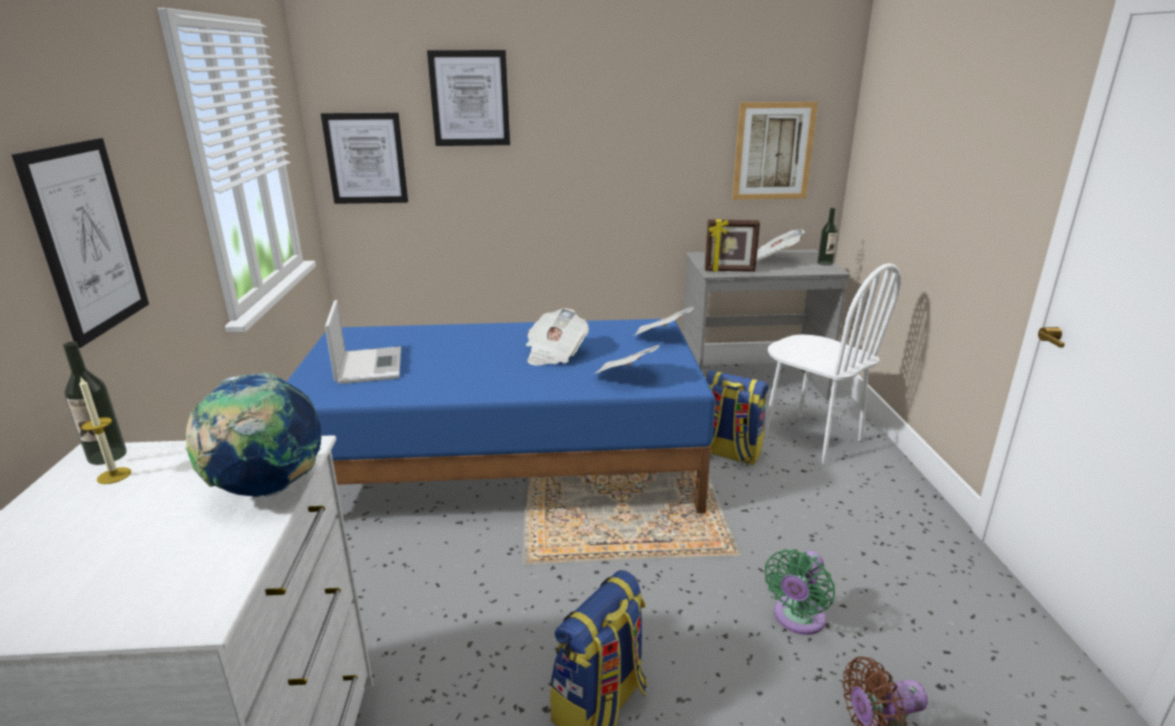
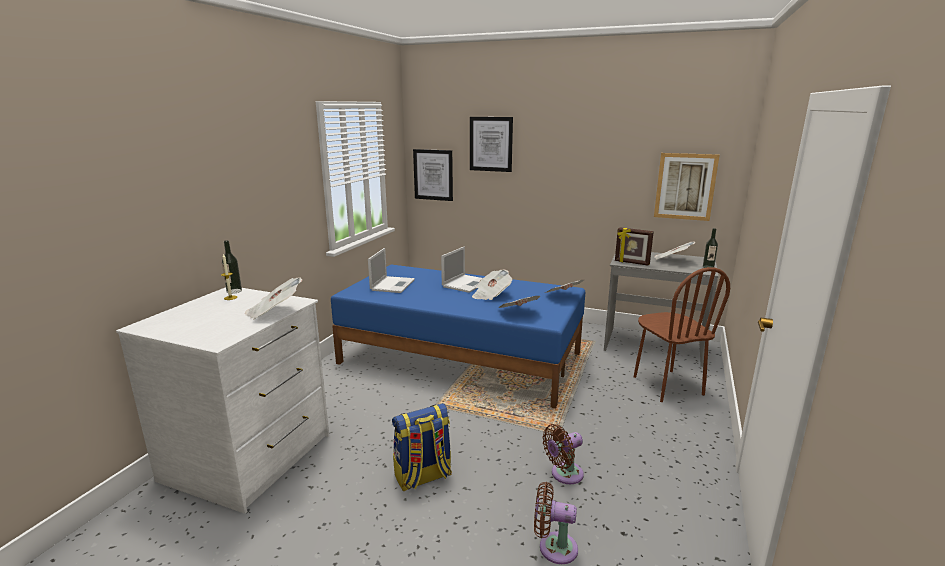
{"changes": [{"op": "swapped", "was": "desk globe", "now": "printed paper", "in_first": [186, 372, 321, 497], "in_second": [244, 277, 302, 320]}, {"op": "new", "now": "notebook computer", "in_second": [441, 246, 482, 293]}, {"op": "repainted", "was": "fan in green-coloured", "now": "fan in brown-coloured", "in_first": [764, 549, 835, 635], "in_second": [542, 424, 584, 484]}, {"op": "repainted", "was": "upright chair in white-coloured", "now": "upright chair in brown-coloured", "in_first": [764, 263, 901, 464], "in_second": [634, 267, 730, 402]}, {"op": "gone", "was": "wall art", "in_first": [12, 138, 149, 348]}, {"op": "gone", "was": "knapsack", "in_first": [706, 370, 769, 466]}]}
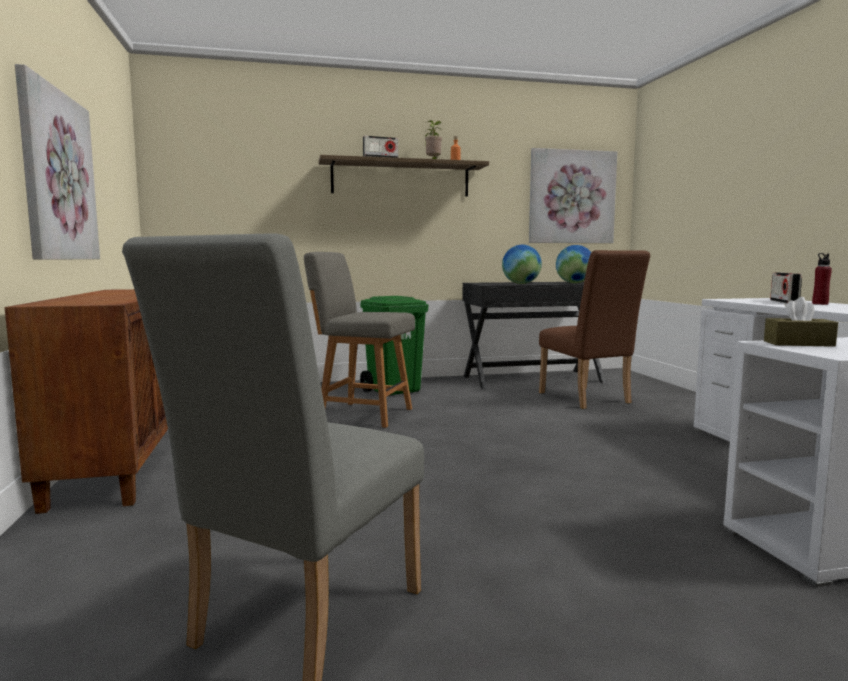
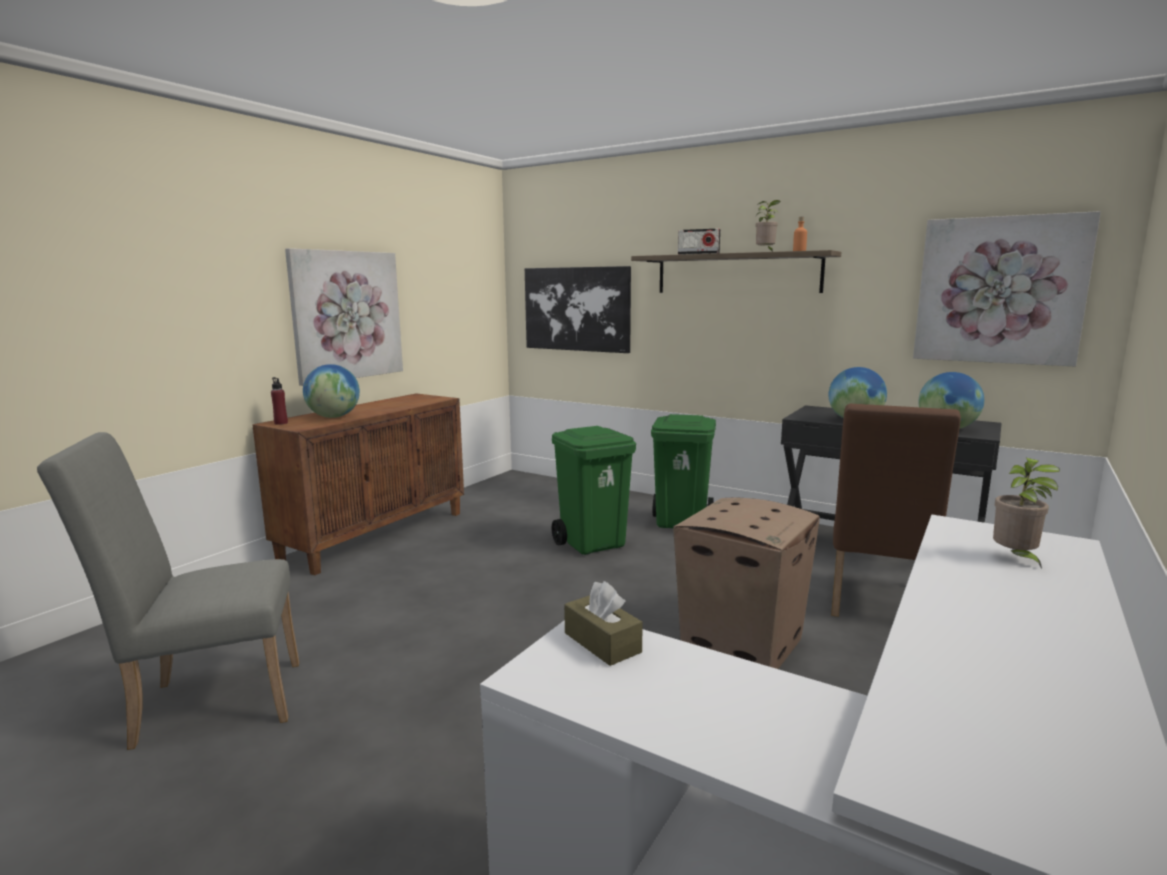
{"changes": [{"op": "shifted", "was": "bottle in reddish", "in_first": [812, 253, 832, 305], "in_second": [271, 377, 288, 425]}, {"op": "new", "now": "desk globe", "in_second": [303, 364, 360, 418]}, {"op": "new", "now": "wall art", "in_second": [525, 266, 631, 353]}, {"op": "swapped", "was": "upright chair in gray", "now": "trash can in green-coloured", "in_first": [304, 252, 415, 428], "in_second": [552, 426, 636, 555]}, {"op": "new", "now": "carton", "in_second": [673, 498, 820, 669]}, {"op": "swapped", "was": "radio set", "now": "potted plant", "in_first": [770, 272, 802, 303], "in_second": [993, 458, 1060, 569]}]}
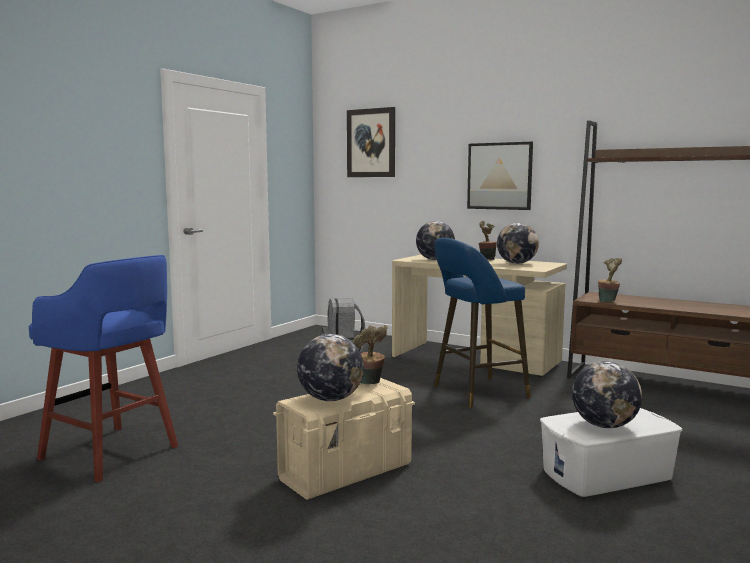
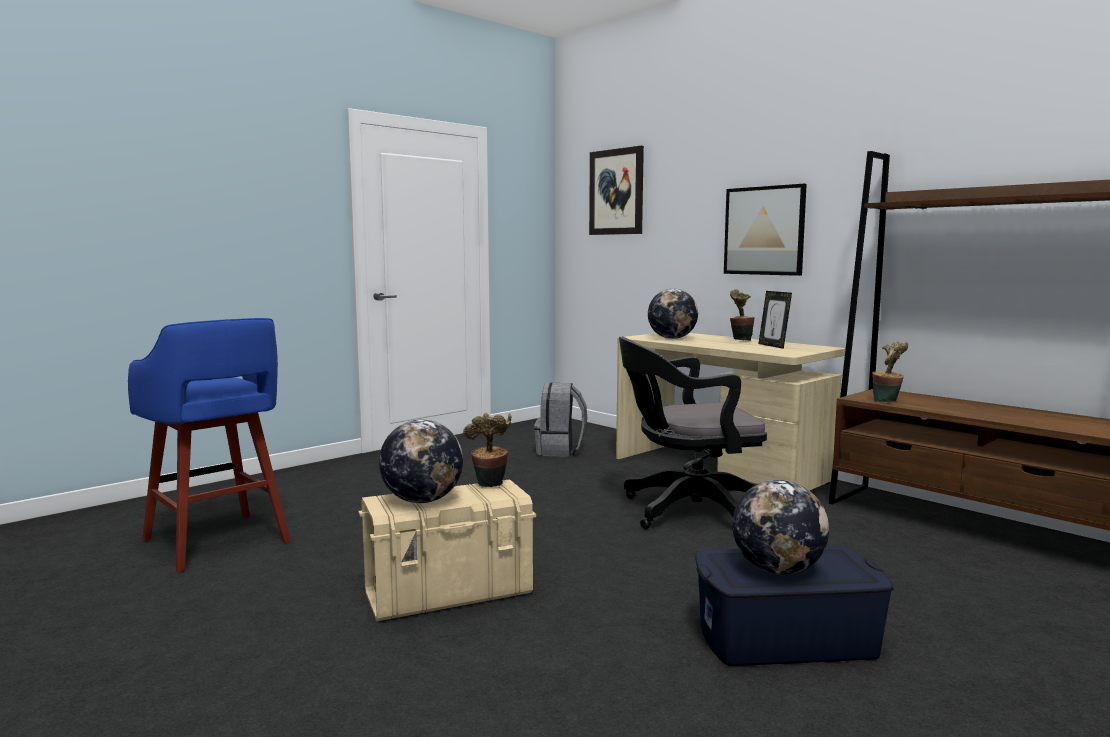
{"changes": [{"op": "swapped", "was": "stool in bluish", "now": "office chair in blackish", "in_first": [434, 238, 531, 408], "in_second": [619, 337, 767, 529]}, {"op": "repainted", "was": "storage box in white-coloured", "now": "storage box in bluish", "in_first": [540, 408, 682, 497], "in_second": [695, 546, 894, 666]}, {"op": "swapped", "was": "desk globe", "now": "photo frame", "in_first": [497, 223, 539, 264], "in_second": [759, 291, 792, 349]}]}
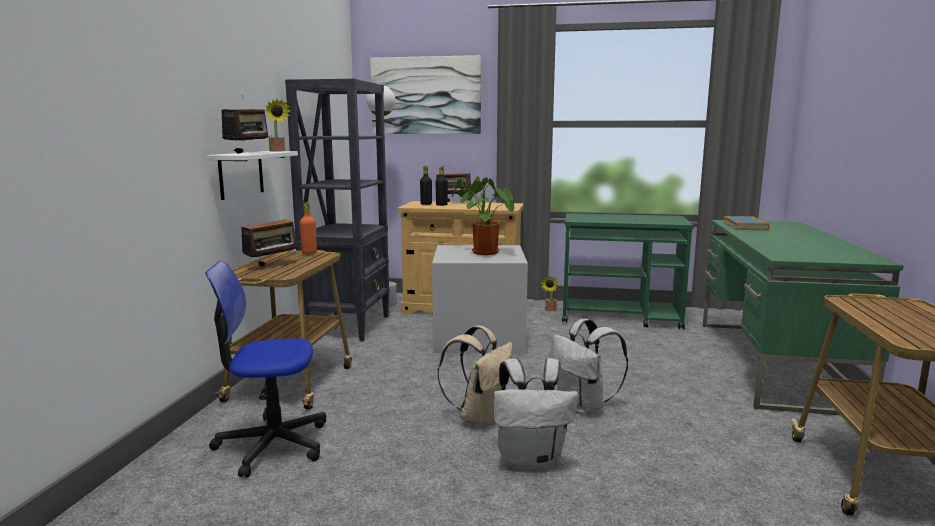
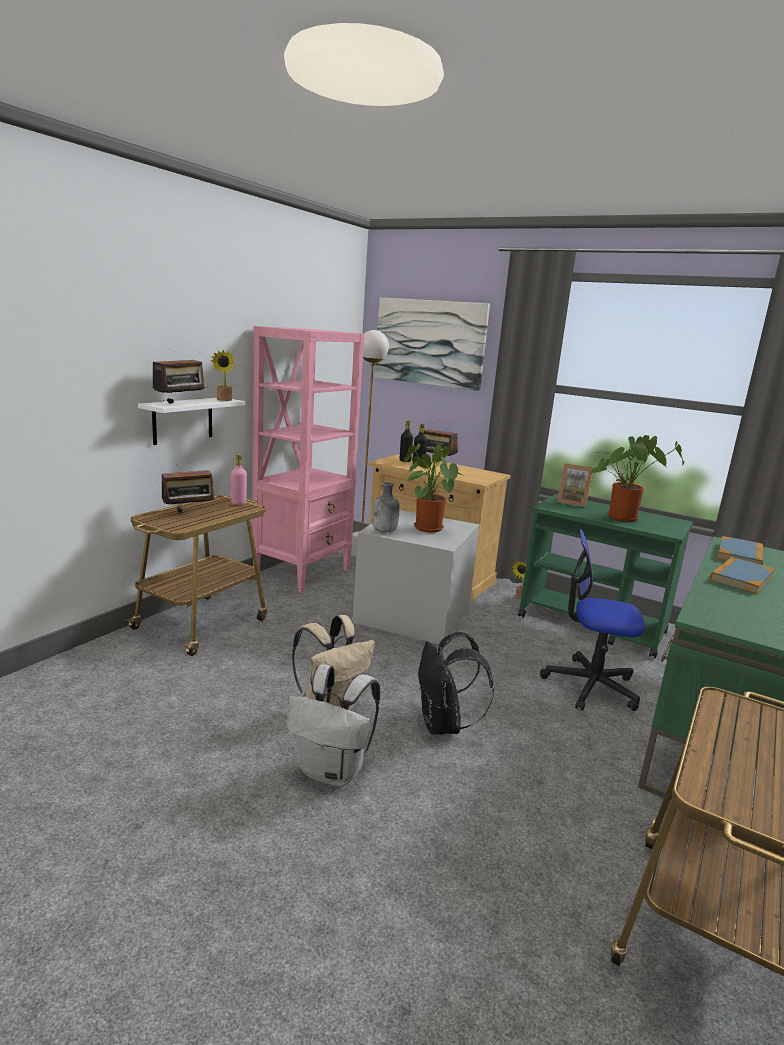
{"changes": [{"op": "repainted", "was": "bottle in orange", "now": "bottle in pink", "in_first": [300, 203, 317, 254], "in_second": [231, 454, 247, 505]}, {"op": "repainted", "was": "bookshelf in blackish", "now": "bookshelf in pink", "in_first": [285, 79, 390, 341], "in_second": [252, 326, 365, 593]}, {"op": "new", "now": "bottle in gray", "in_second": [373, 482, 400, 533]}, {"op": "repainted", "was": "knapsack in white-coloured", "now": "knapsack in blackish", "in_first": [550, 319, 628, 414], "in_second": [418, 632, 494, 735]}, {"op": "shifted", "was": "office chair", "in_first": [205, 261, 326, 478], "in_second": [540, 529, 645, 711]}, {"op": "new", "now": "photo frame", "in_second": [557, 463, 593, 507]}, {"op": "new", "now": "potted plant", "in_second": [590, 435, 684, 522]}, {"op": "new", "now": "volume", "in_second": [710, 557, 775, 595]}]}
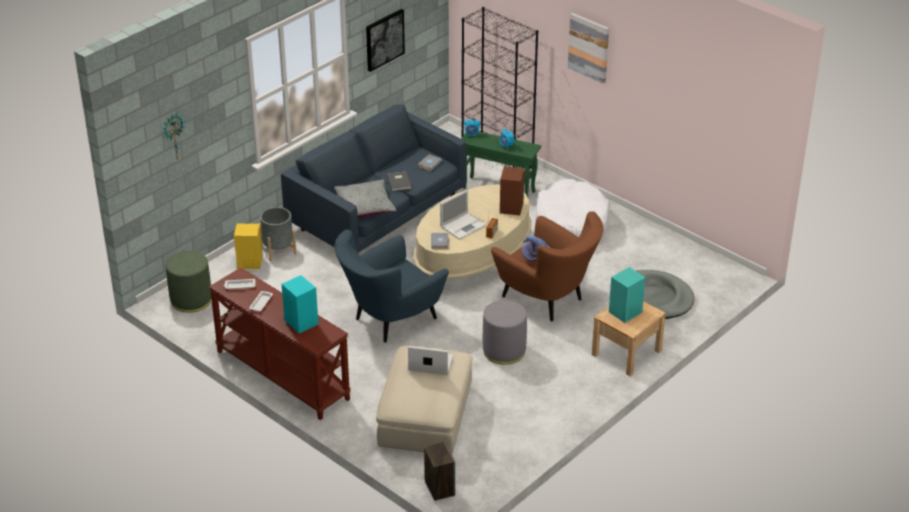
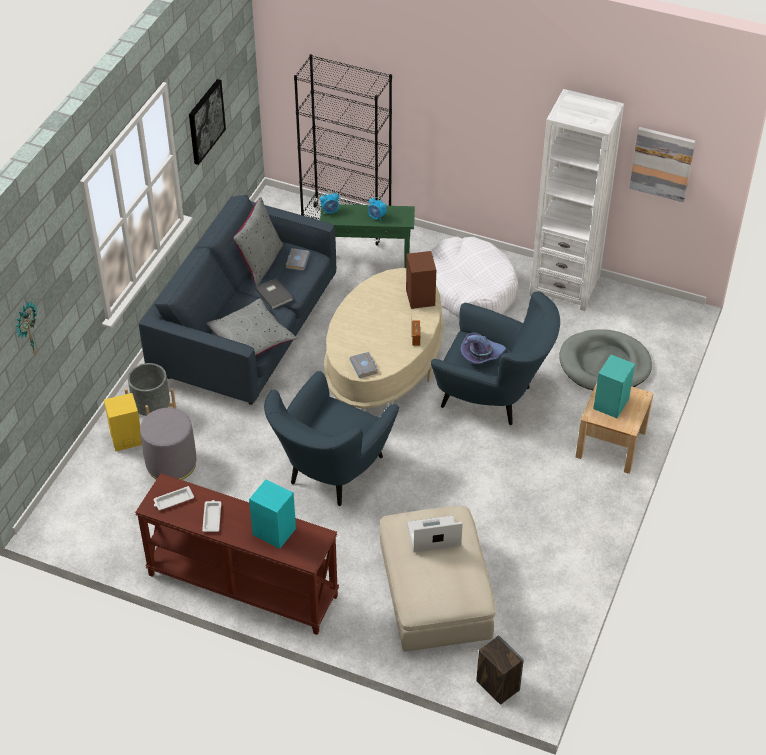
{"changes": [{"op": "shifted", "was": "ottoman in gray", "in_first": [483, 300, 527, 365], "in_second": [140, 408, 197, 480]}, {"op": "new", "now": "throw pillow in gray", "in_second": [233, 197, 283, 287]}, {"op": "repainted", "was": "easy chair in brown-coloured", "now": "easy chair in bluish", "in_first": [491, 211, 603, 322], "in_second": [431, 291, 560, 425]}, {"op": "new", "now": "bookshelf in white-coloured", "in_second": [530, 89, 624, 311]}, {"op": "shifted", "was": "wall art", "in_first": [568, 13, 609, 84], "in_second": [629, 127, 696, 202]}, {"op": "gone", "was": "ottoman in green-coloured", "in_first": [166, 251, 211, 313]}, {"op": "gone", "was": "notebook computer", "in_first": [440, 190, 486, 240]}]}
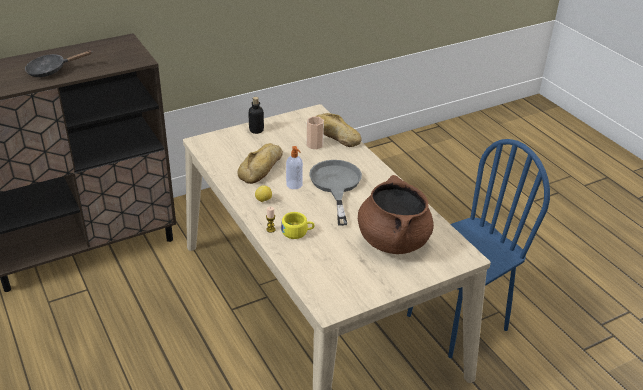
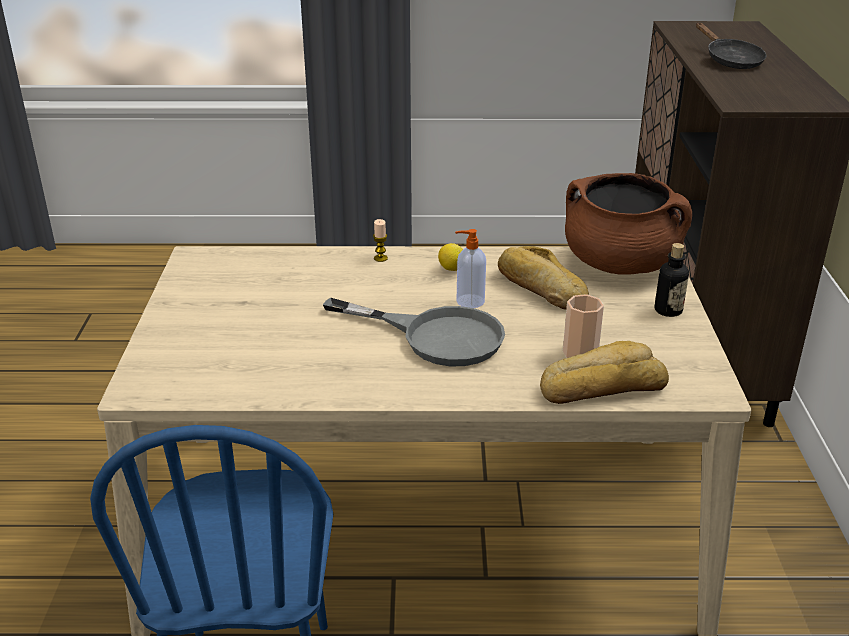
{"changes": [{"op": "shifted", "was": "cooking pot in brown-coloured", "in_first": [358, 175, 434, 254], "in_second": [565, 173, 692, 275]}, {"op": "rotated", "was": "frying pan in blackish", "in_first": [25, 50, 93, 77], "in_second": [696, 23, 767, 69], "clockwise": 150}, {"op": "gone", "was": "small cup in yellowish", "in_first": [281, 212, 315, 239]}]}
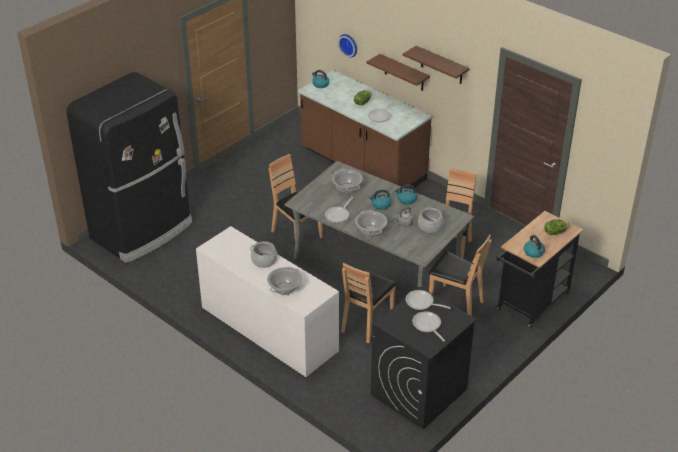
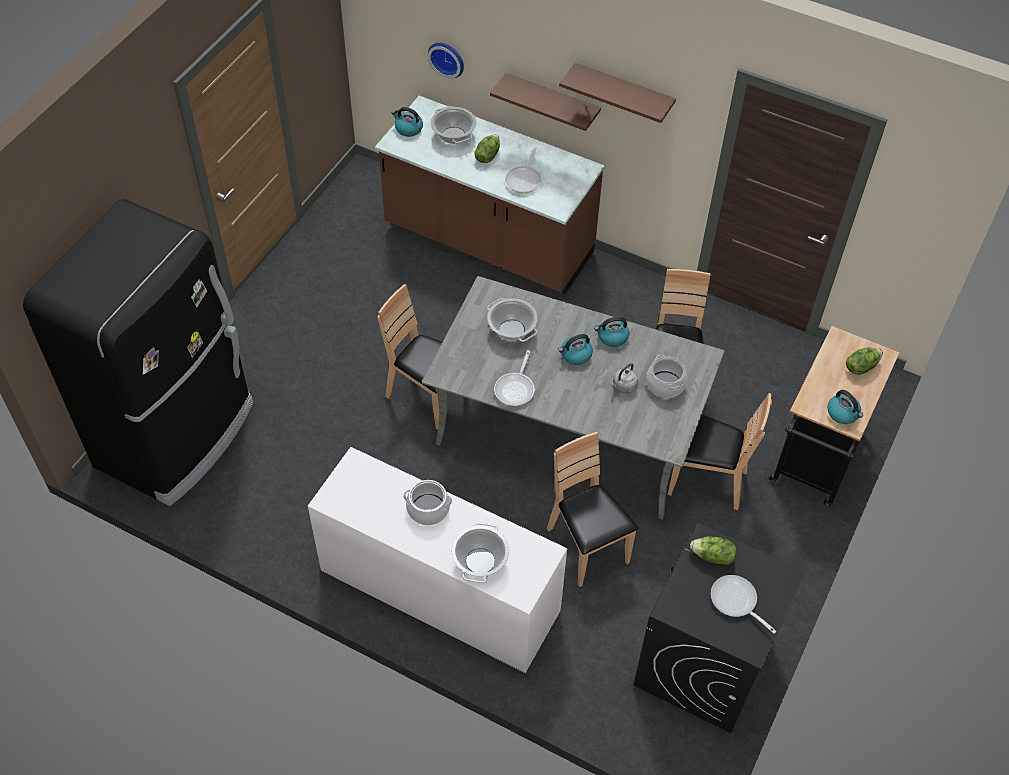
{"changes": [{"op": "shifted", "was": "cooking pot", "in_first": [355, 210, 387, 236], "in_second": [431, 106, 476, 144]}, {"op": "rotated", "was": "upright chair in brown-coloured", "in_first": [341, 263, 397, 343], "in_second": [547, 432, 638, 587], "clockwise": 135}, {"op": "swapped", "was": "frying pan", "now": "head of lettuce", "in_first": [406, 290, 451, 310], "in_second": [690, 536, 736, 565]}]}
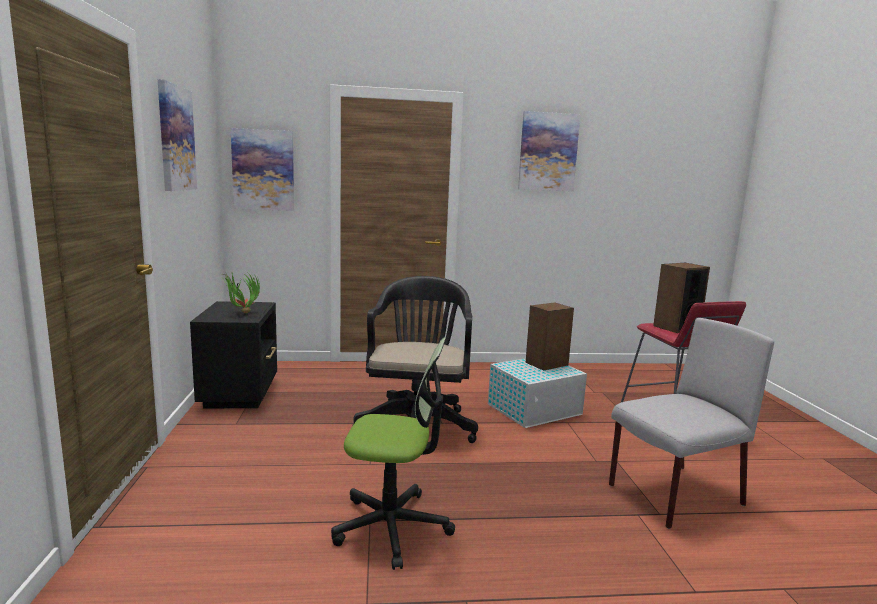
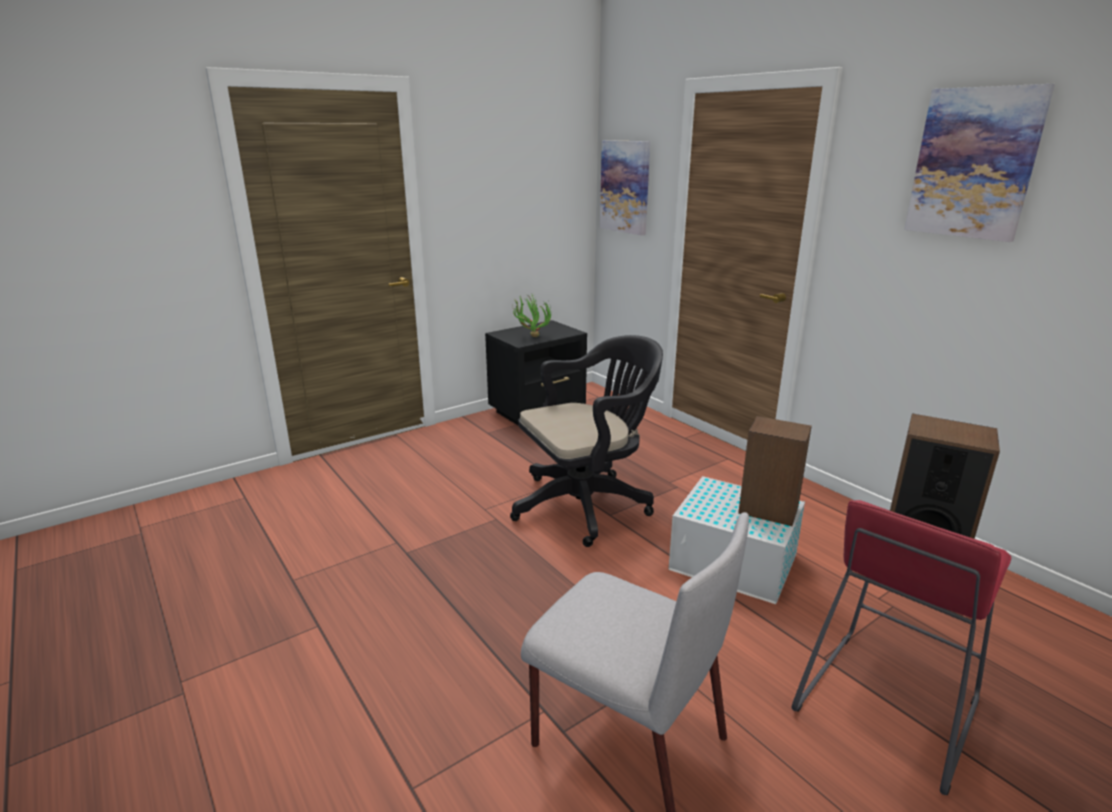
{"changes": [{"op": "gone", "was": "wall art", "in_first": [158, 79, 197, 191]}, {"op": "gone", "was": "office chair", "in_first": [331, 337, 455, 570]}]}
